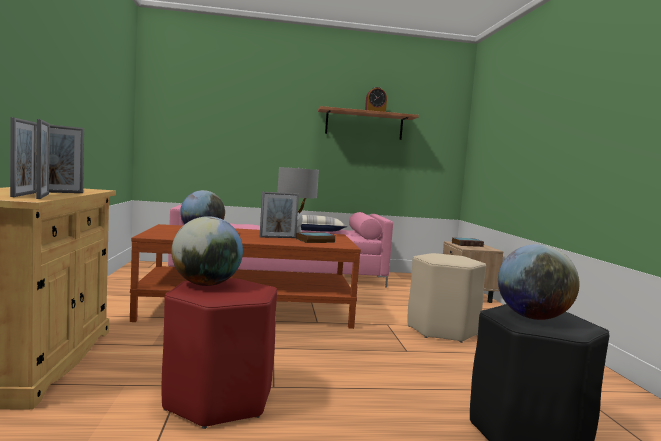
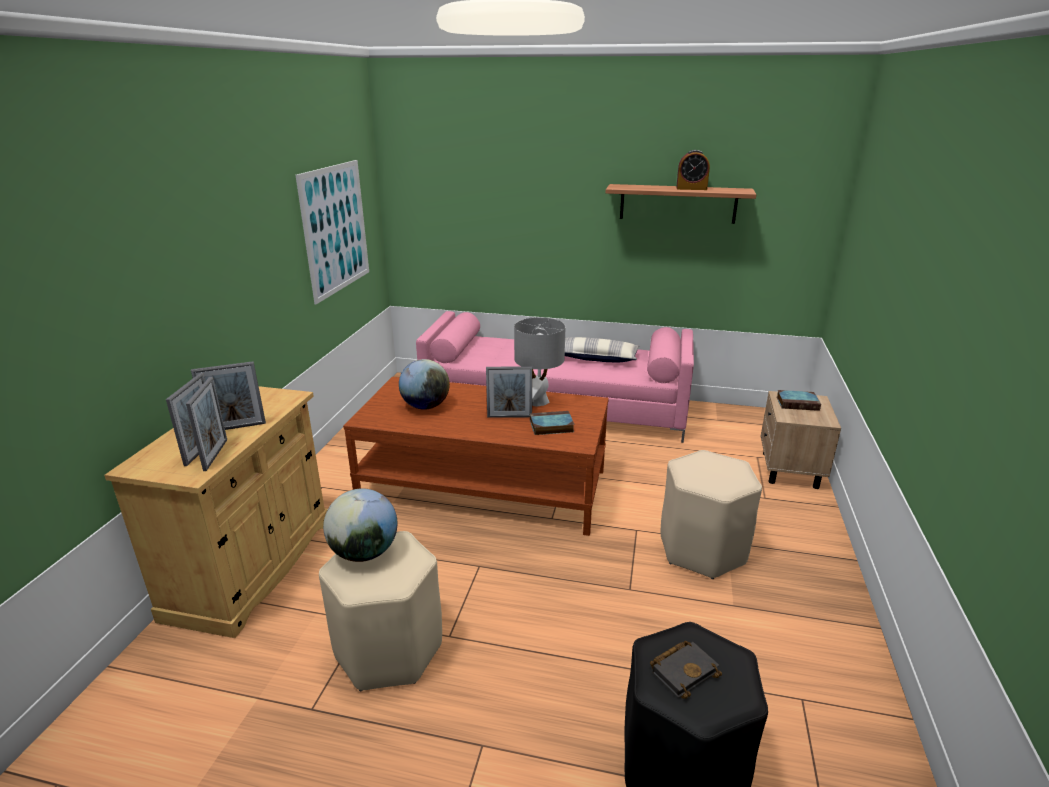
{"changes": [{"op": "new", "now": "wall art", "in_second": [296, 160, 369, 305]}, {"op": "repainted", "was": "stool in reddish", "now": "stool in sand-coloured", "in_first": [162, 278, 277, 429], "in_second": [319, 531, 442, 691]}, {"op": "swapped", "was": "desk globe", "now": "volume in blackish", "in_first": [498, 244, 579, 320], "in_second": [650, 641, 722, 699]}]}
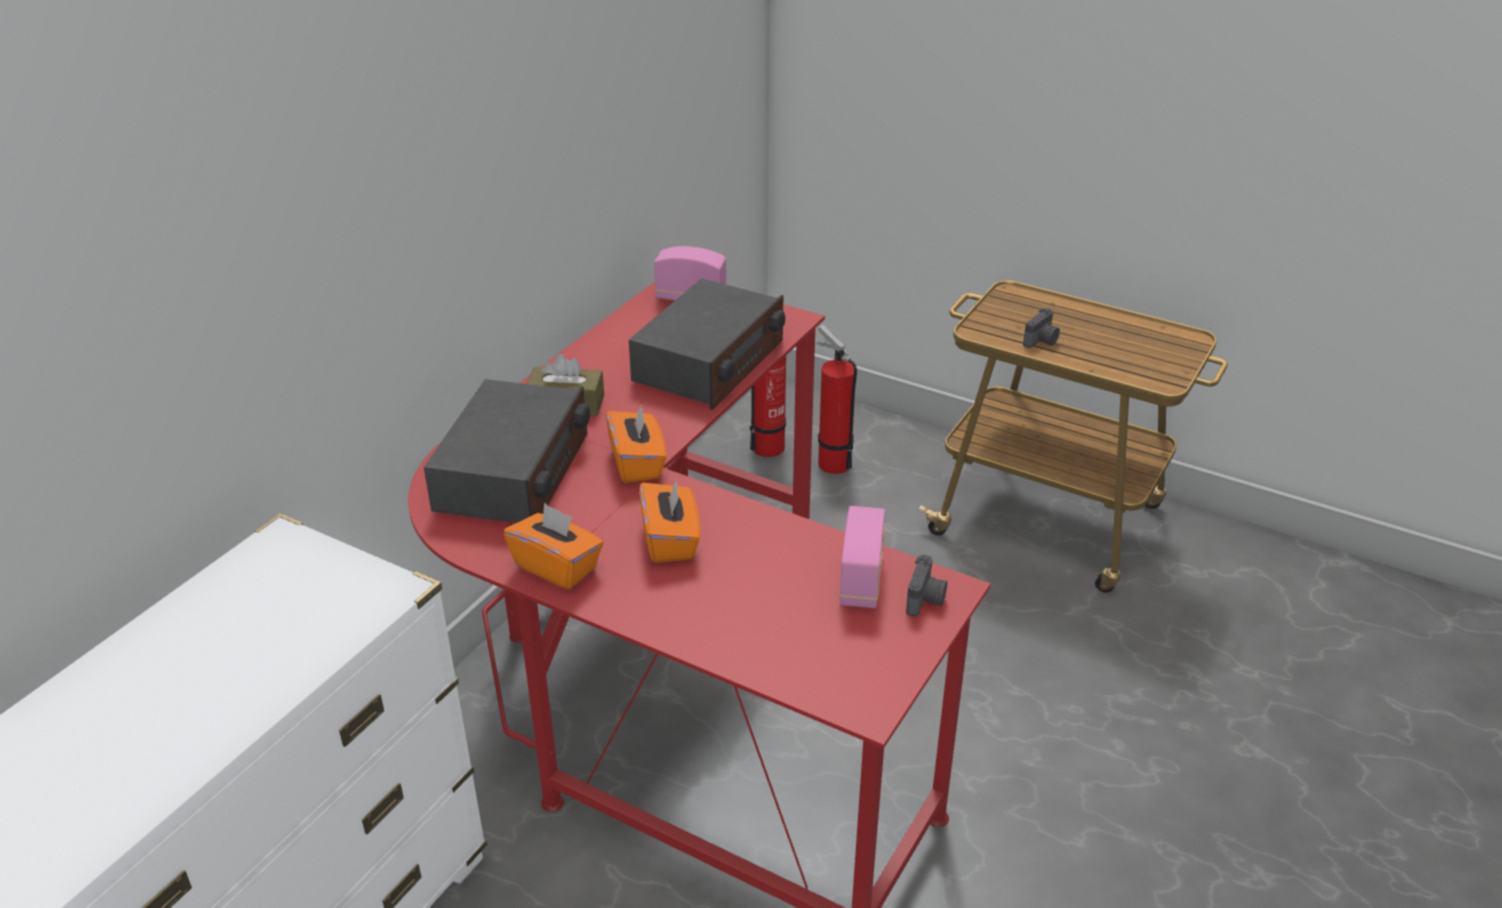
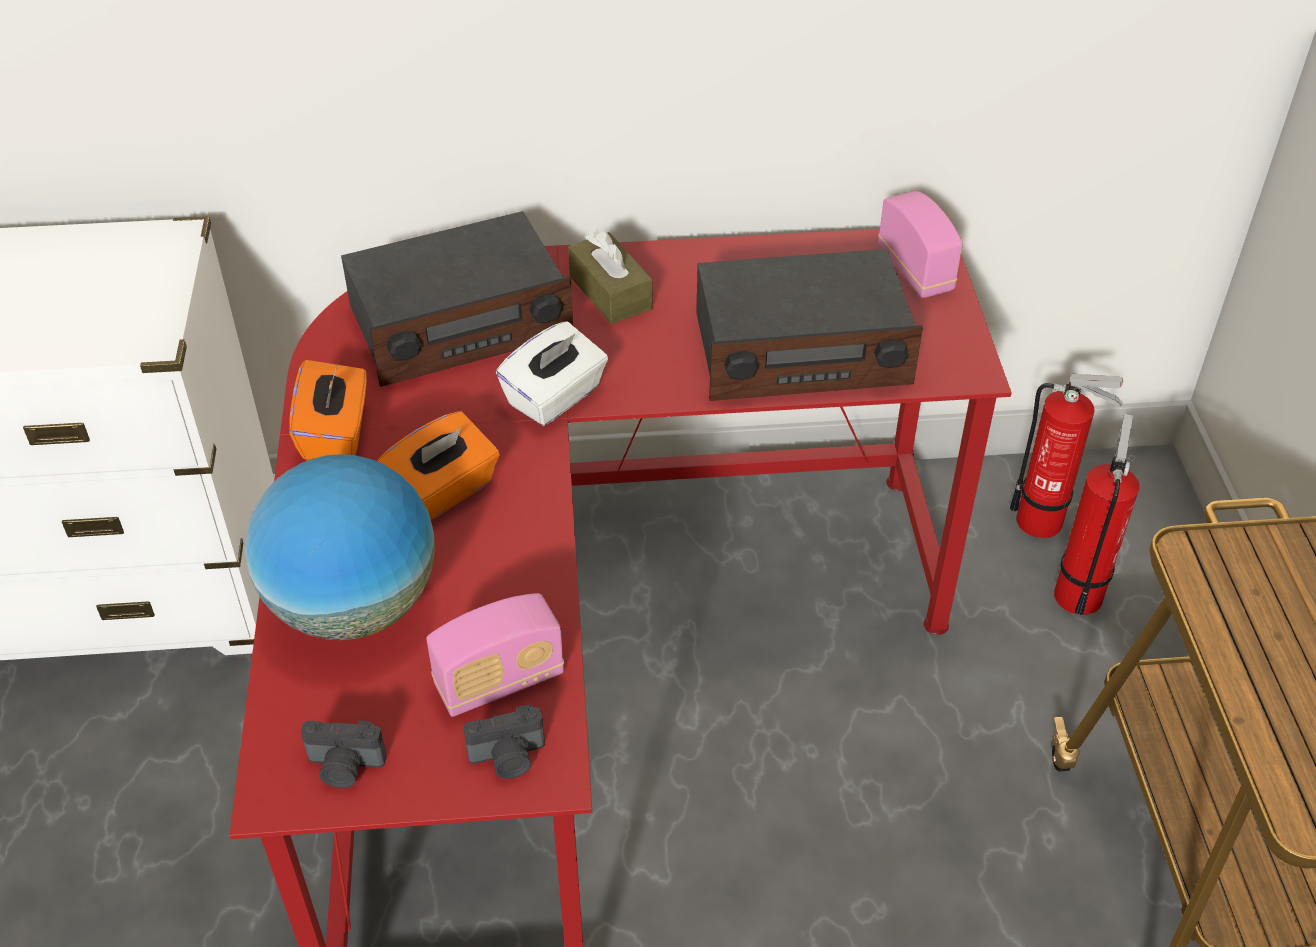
{"changes": [{"op": "new", "now": "desk globe", "in_second": [245, 454, 435, 640]}, {"op": "shifted", "was": "still camera", "in_first": [1023, 308, 1060, 348], "in_second": [301, 720, 387, 788]}, {"op": "repainted", "was": "tissue box in orange", "now": "tissue box in white-coloured", "in_first": [606, 403, 667, 483], "in_second": [496, 321, 608, 426]}]}
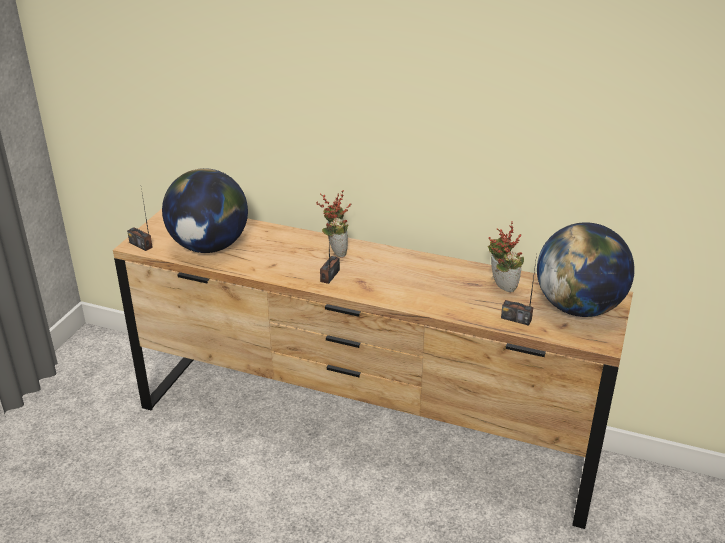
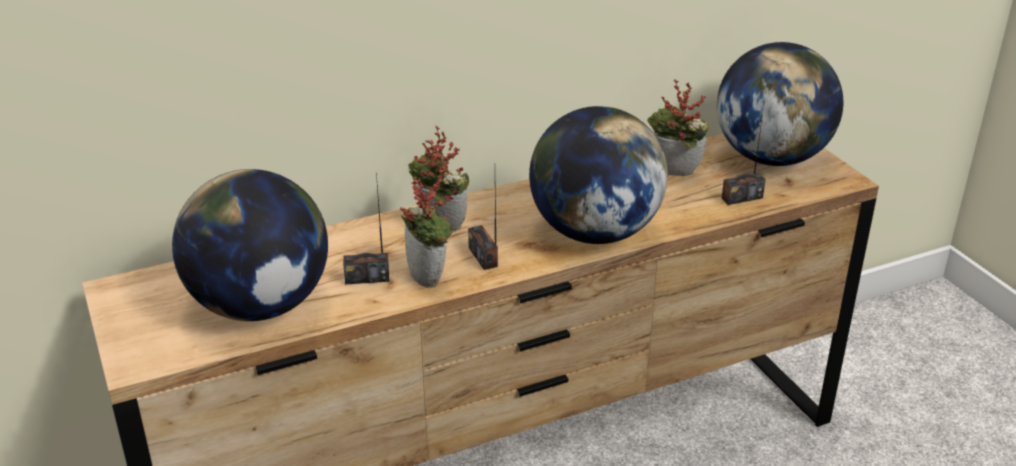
{"changes": [{"op": "shifted", "was": "radio set", "in_first": [127, 188, 153, 251], "in_second": [343, 172, 390, 285]}, {"op": "new", "now": "potted plant", "in_second": [400, 167, 458, 288]}, {"op": "new", "now": "desk globe", "in_second": [529, 106, 668, 244]}]}
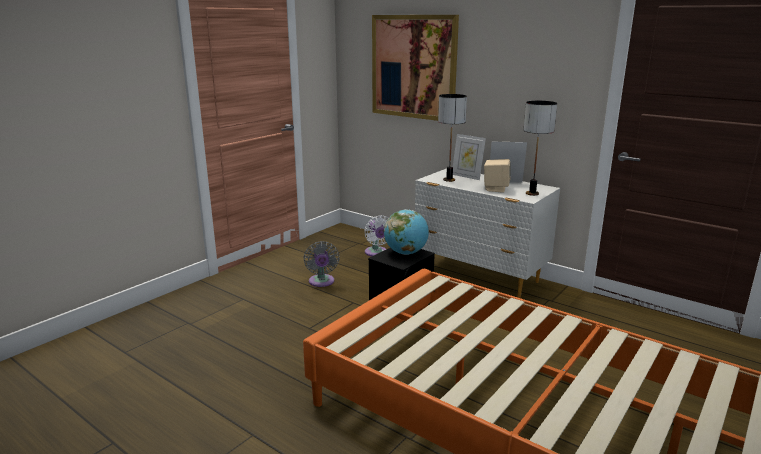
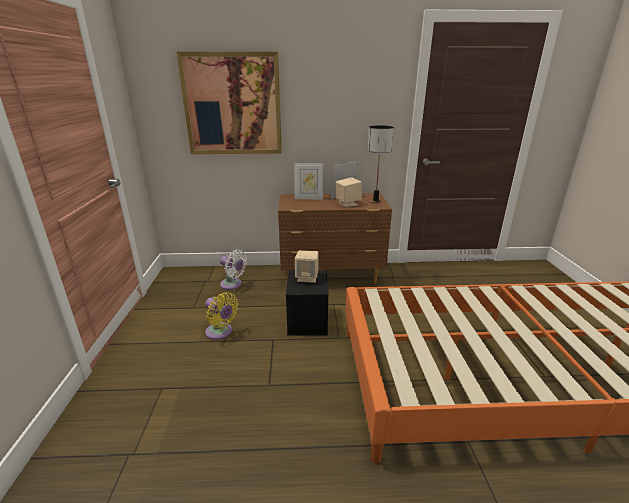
{"changes": [{"op": "repainted", "was": "fan in gray", "now": "fan in yellowish", "in_first": [303, 241, 340, 287], "in_second": [205, 293, 239, 340]}, {"op": "repainted", "was": "chest of drawers in white-coloured", "now": "chest of drawers in brown-coloured", "in_first": [415, 168, 560, 298], "in_second": [278, 193, 392, 284]}, {"op": "swapped", "was": "desk globe", "now": "speaker in sand-coloured", "in_first": [384, 209, 429, 255], "in_second": [295, 250, 319, 283]}, {"op": "gone", "was": "tabletop lamp", "in_first": [438, 94, 467, 182]}]}
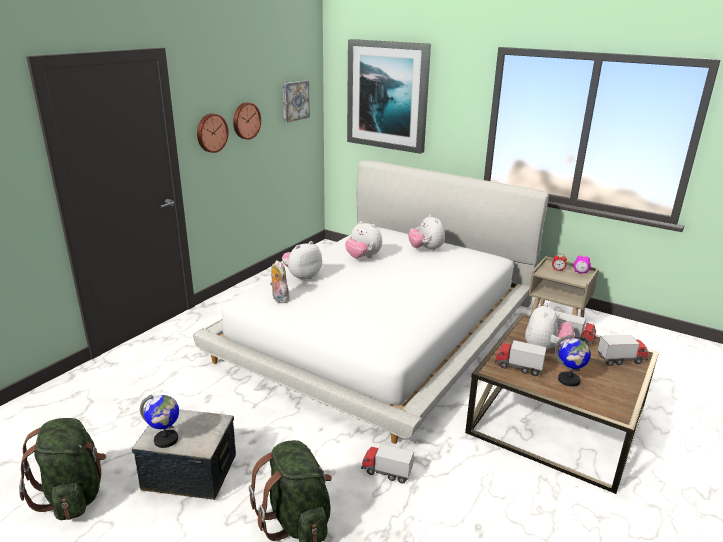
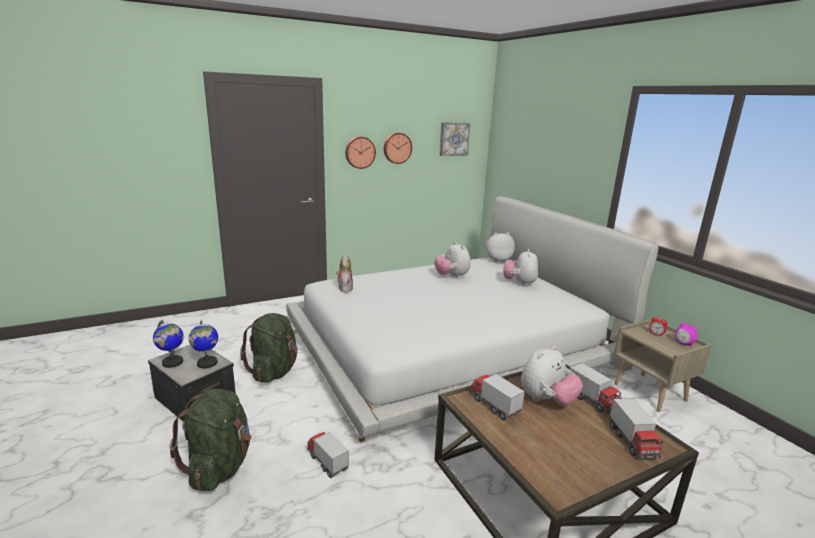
{"changes": [{"op": "shifted", "was": "desk globe", "in_first": [554, 335, 591, 387], "in_second": [189, 320, 218, 369]}, {"op": "shifted", "was": "knapsack in green-coloured", "in_first": [19, 418, 106, 520], "in_second": [240, 313, 298, 383]}, {"op": "shifted", "was": "plush toy", "in_first": [282, 241, 322, 282], "in_second": [485, 232, 515, 263]}, {"op": "rotated", "was": "model truck", "in_first": [598, 335, 649, 366], "in_second": [609, 399, 663, 458], "clockwise": 60}, {"op": "gone", "was": "wall art", "in_first": [347, 39, 431, 154]}]}
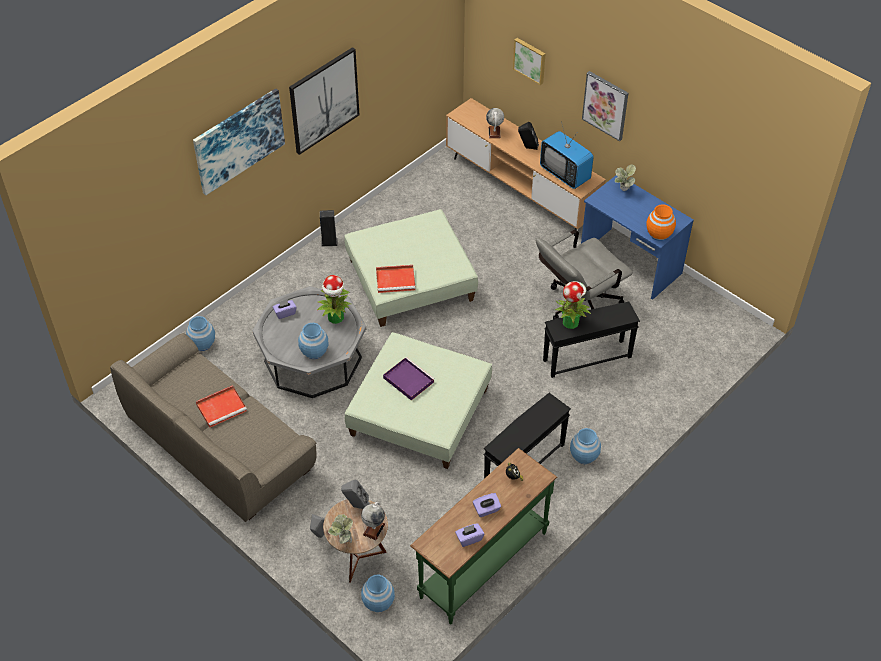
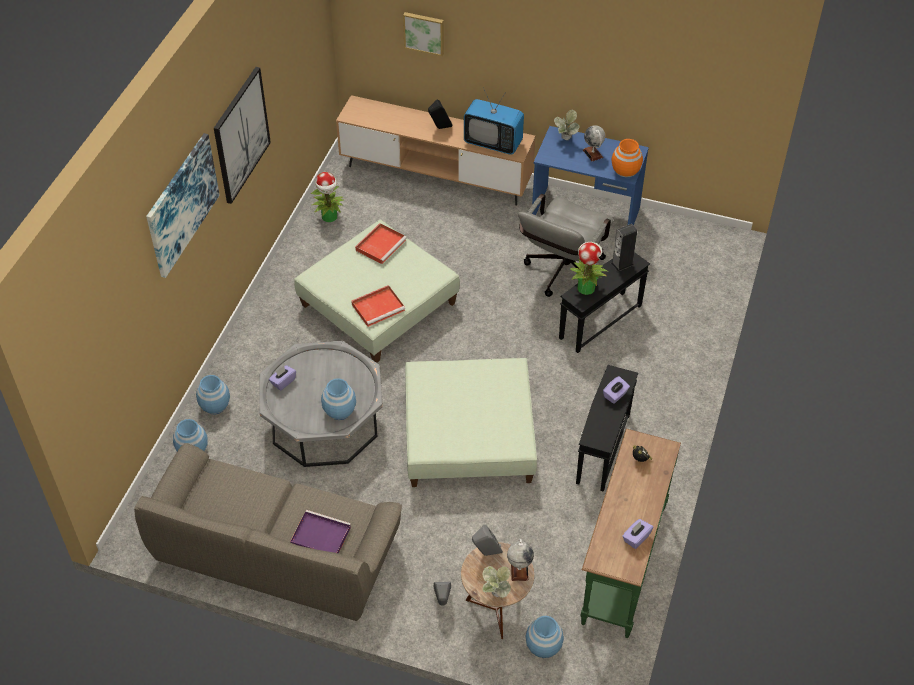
{"changes": [{"op": "shifted", "was": "vase in bluish", "in_first": [570, 428, 601, 464], "in_second": [196, 375, 230, 415]}, {"op": "shifted", "was": "serving tray in purple-coloured", "in_first": [383, 357, 435, 400], "in_second": [290, 510, 351, 553]}, {"op": "shifted", "was": "potted plant", "in_first": [317, 275, 351, 324], "in_second": [310, 172, 344, 222]}, {"op": "shifted", "was": "serving tray in reddish", "in_first": [196, 385, 247, 427], "in_second": [355, 223, 407, 264]}, {"op": "shifted", "was": "desk globe", "in_first": [486, 108, 504, 138], "in_second": [583, 125, 605, 161]}, {"op": "shifted", "was": "tissue box in purple-coloured", "in_first": [473, 493, 501, 517], "in_second": [603, 376, 630, 404]}, {"op": "shifted", "was": "speaker", "in_first": [320, 210, 338, 247], "in_second": [611, 224, 637, 271]}, {"op": "gone", "was": "wall art", "in_first": [582, 71, 629, 141]}]}
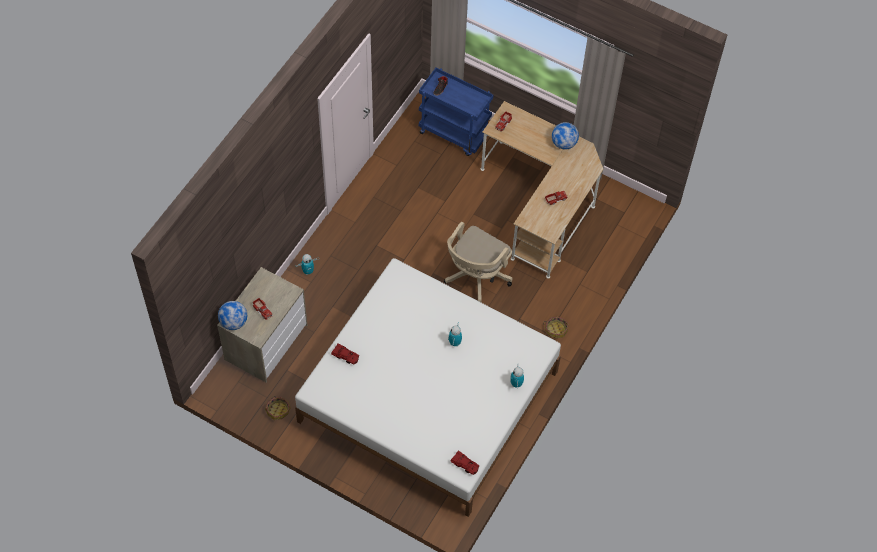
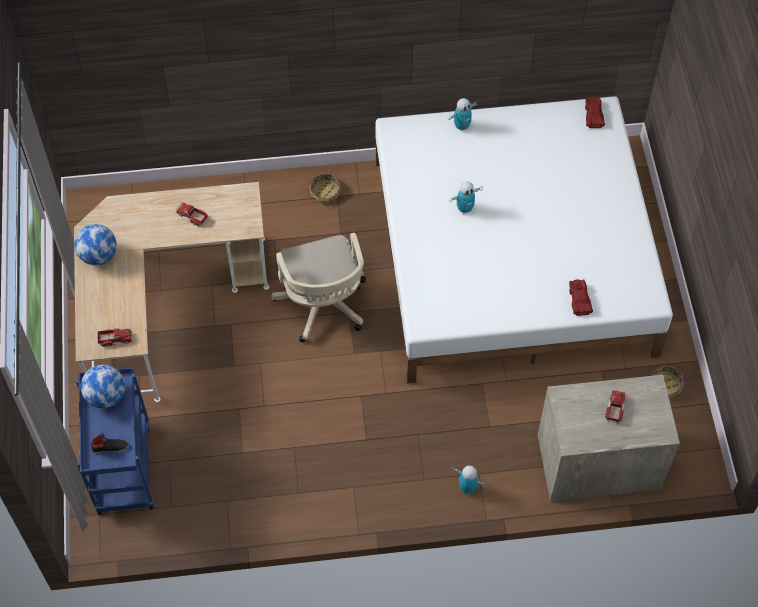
{"changes": [{"op": "shifted", "was": "desk globe", "in_first": [218, 301, 247, 330], "in_second": [81, 365, 125, 409]}, {"op": "rotated", "was": "office chair in sand-coloured", "in_first": [444, 221, 513, 302], "in_second": [271, 233, 366, 342], "clockwise": 75}]}
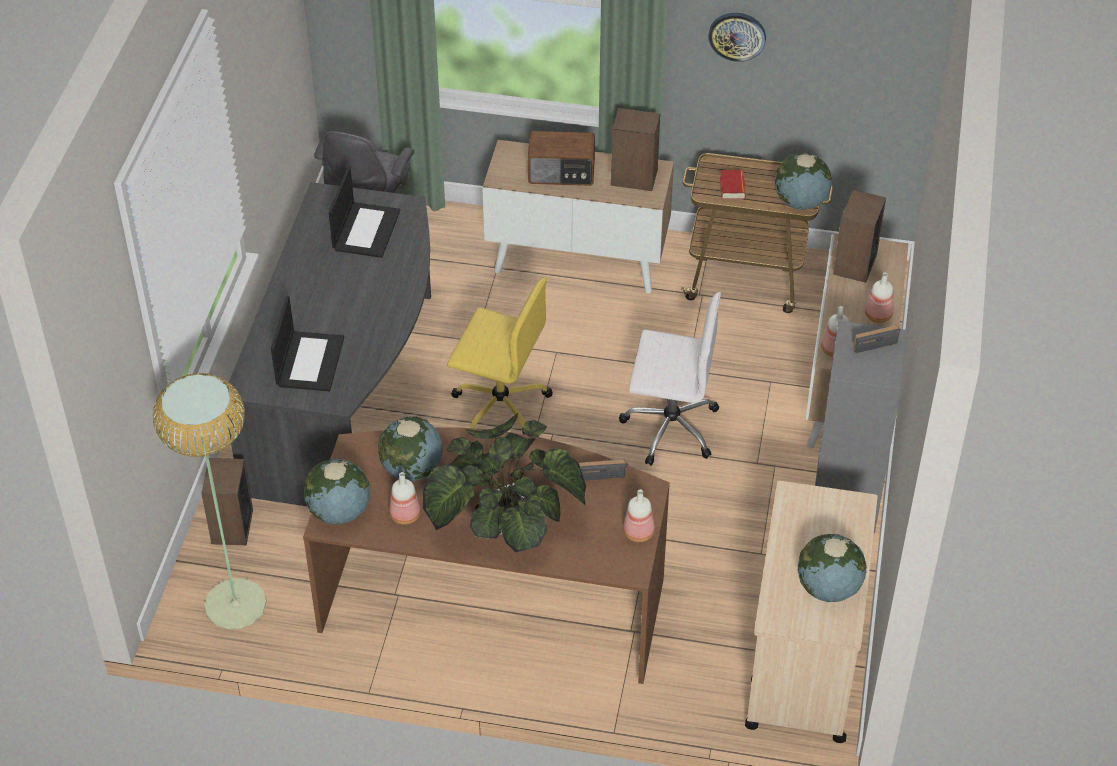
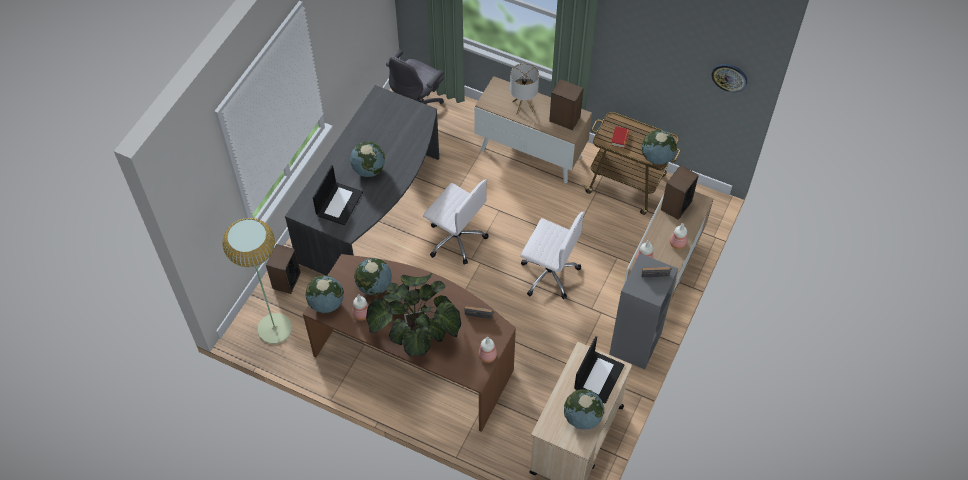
{"changes": [{"op": "new", "now": "desk globe", "in_second": [350, 142, 385, 177]}, {"op": "repainted", "was": "office chair in yellowish", "now": "office chair in white-coloured", "in_first": [447, 277, 553, 435], "in_second": [423, 180, 489, 265]}, {"op": "swapped", "was": "radio set", "now": "tabletop lamp", "in_first": [528, 131, 595, 186], "in_second": [510, 63, 539, 115]}, {"op": "shifted", "was": "notebook computer", "in_first": [329, 167, 400, 258], "in_second": [574, 336, 625, 404]}, {"op": "shifted", "was": "wall clock", "in_first": [708, 13, 766, 62], "in_second": [711, 64, 747, 92]}]}
